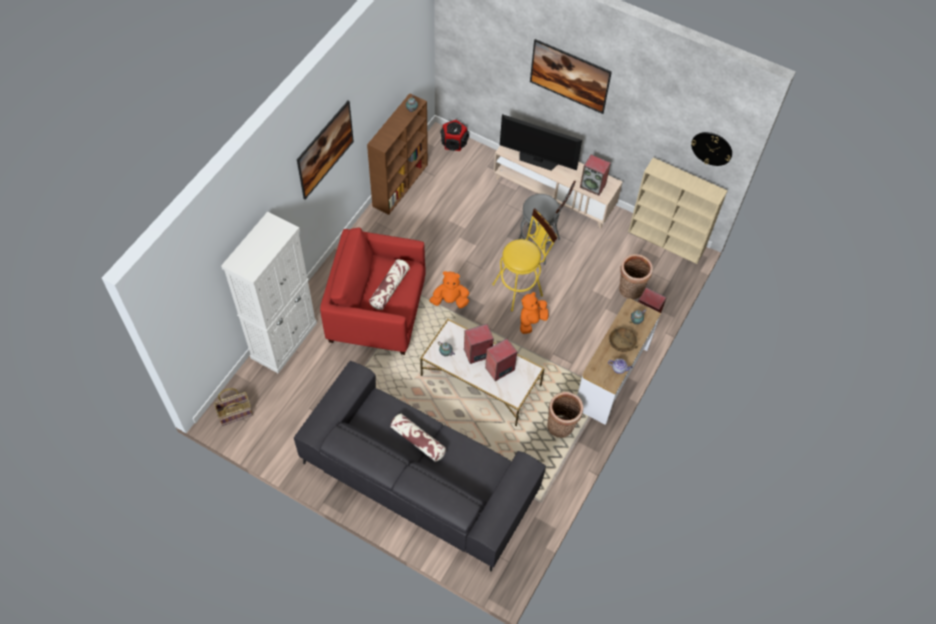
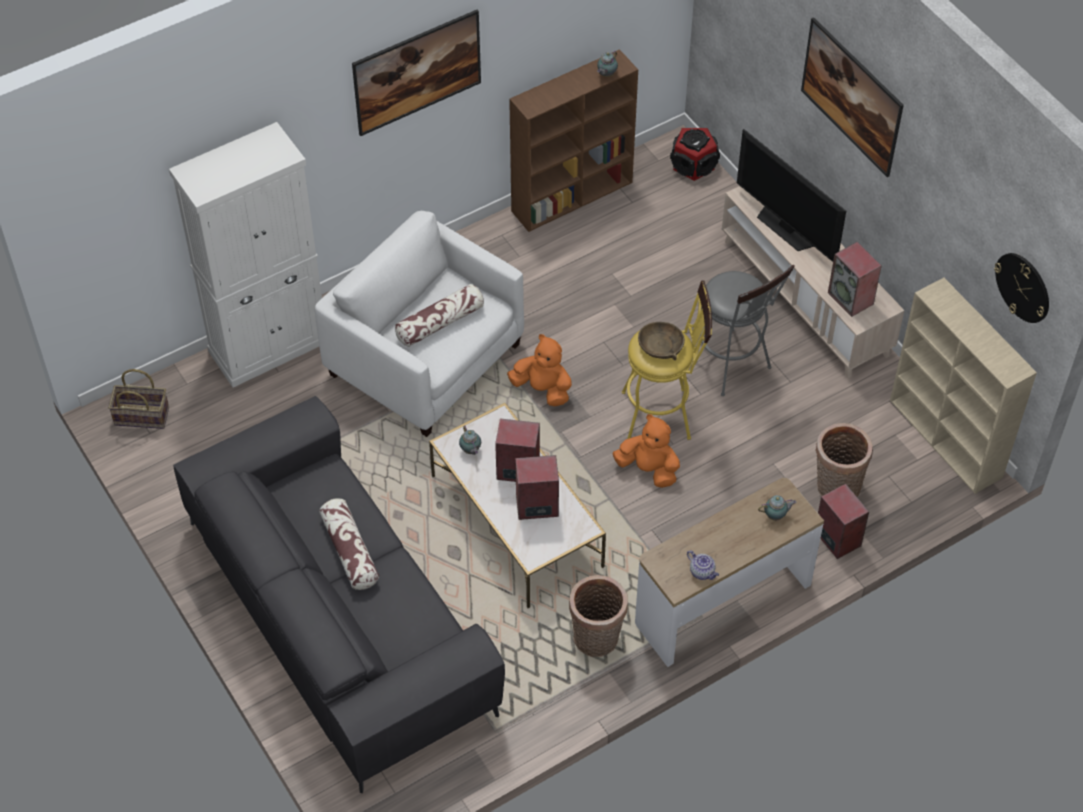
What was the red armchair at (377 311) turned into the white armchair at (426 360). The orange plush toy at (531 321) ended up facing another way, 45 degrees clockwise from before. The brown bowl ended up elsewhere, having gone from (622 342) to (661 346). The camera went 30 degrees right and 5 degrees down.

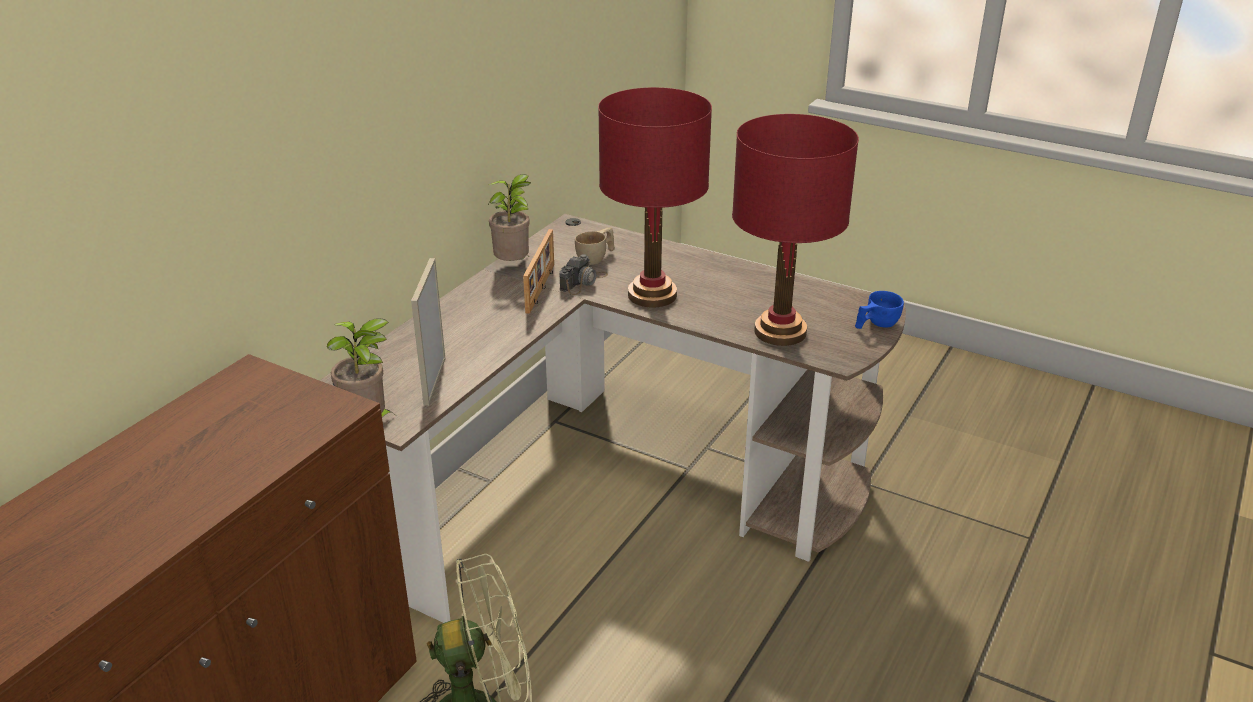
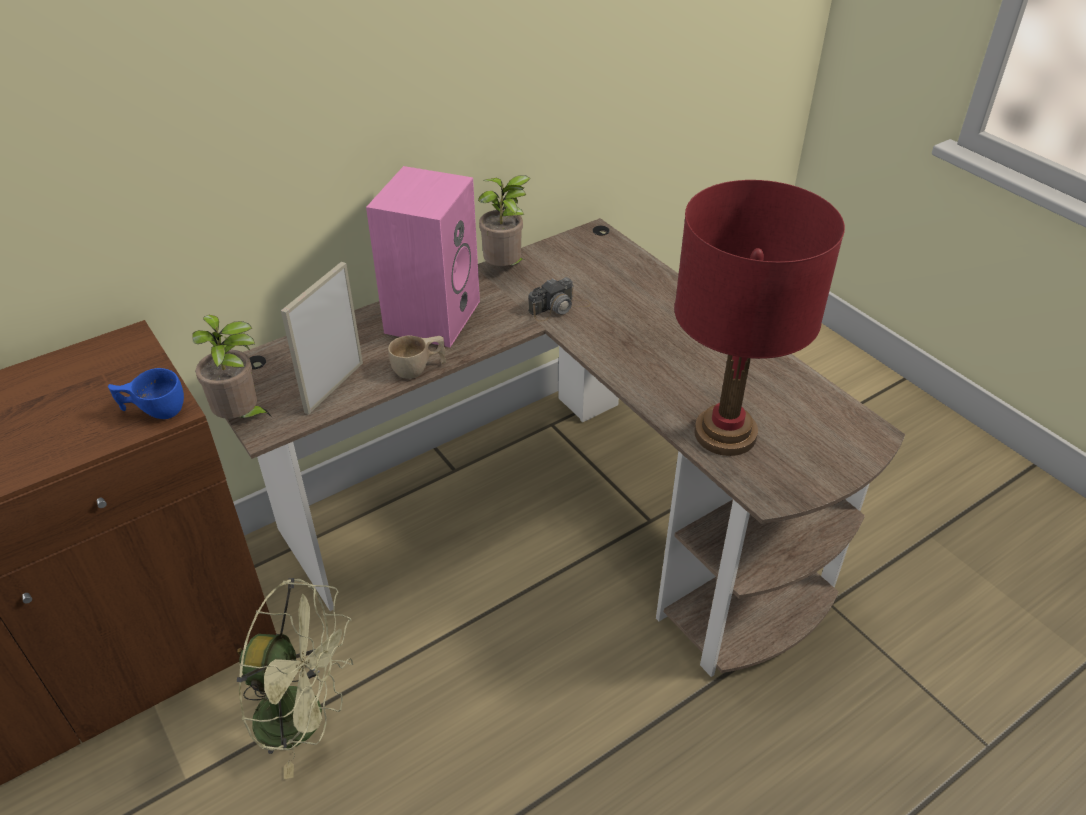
The blue cup ended up elsewhere, having gone from (876 324) to (154 410). The second view gained the pink speaker at (431 315). The beige cup ended up elsewhere, having gone from (596 258) to (419 369). The second view lost the picture frame at (541 288). The second view lost the red table lamp at (651 295). The camera went 25 degrees right and 10 degrees up.

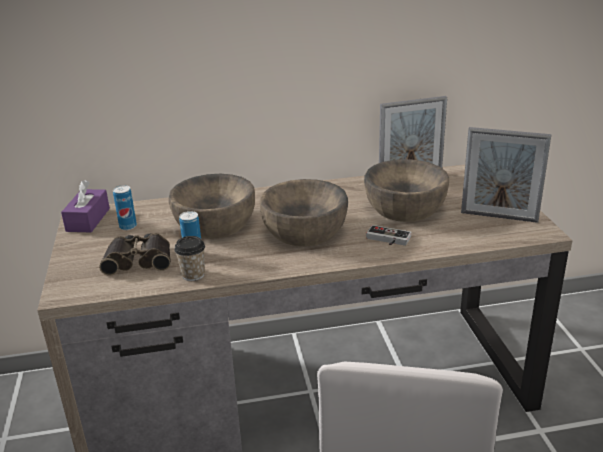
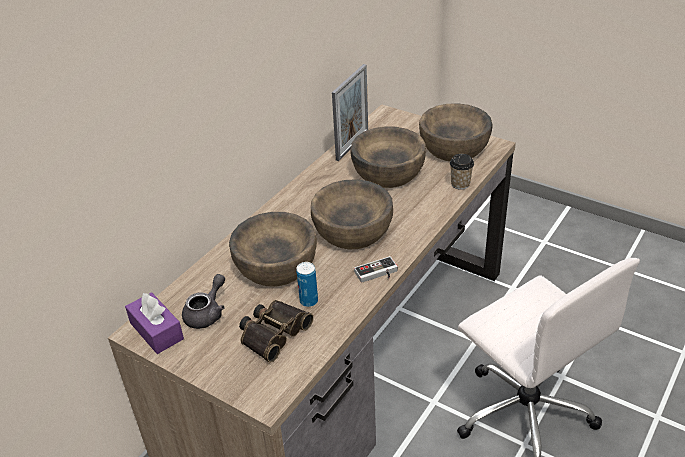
Where the can stood at (128 226), the grey teapot came to stand at (207 313). The game controller ended up elsewhere, having gone from (387 240) to (377 274). Where the picture frame stood at (499 216), the brown bowl came to stand at (454 147). The cup ended up elsewhere, having gone from (193 275) to (460 184). The camera went 45 degrees left and 10 degrees up.

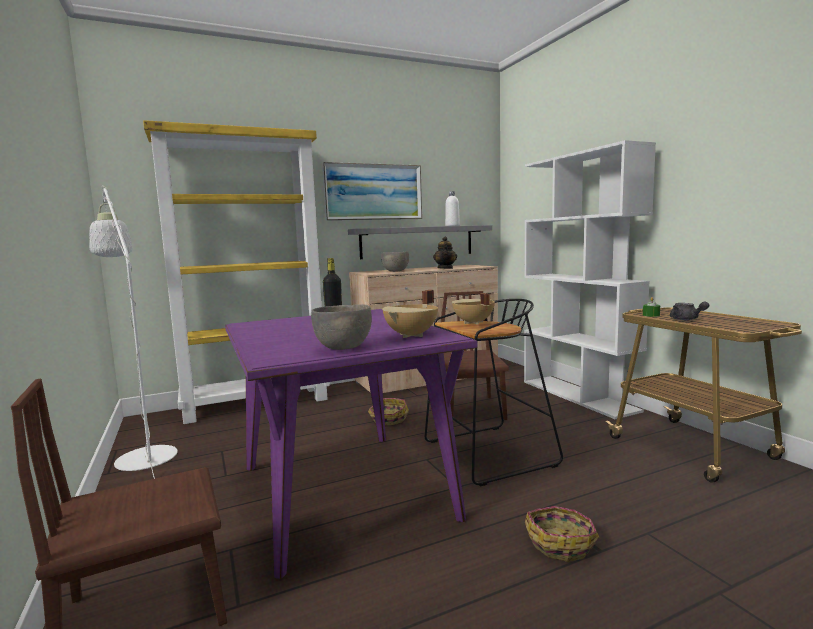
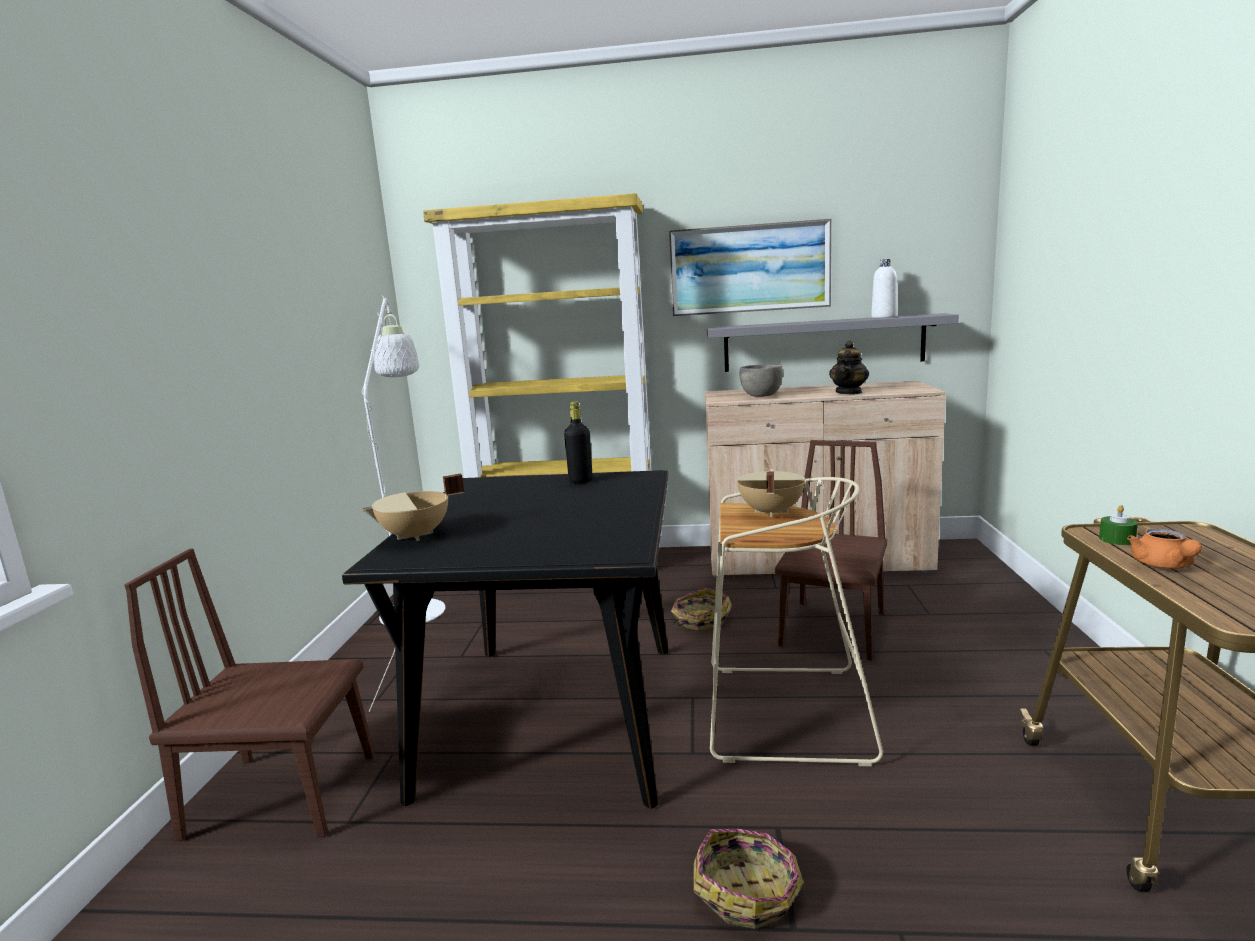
What was the purple dining table at (343 491) turned into the black dining table at (555 715). The beige cooking pot ended up elsewhere, having gone from (412 335) to (416 536). What was the black stool at (488 454) turned into the beige stool at (783 714). What was the grey teapot at (686 319) turned into the orange teapot at (1164 566). The second view lost the grey bowl at (343 348). The second view lost the white bookcase at (578 395). The camera went 30 degrees right and 5 degrees up.

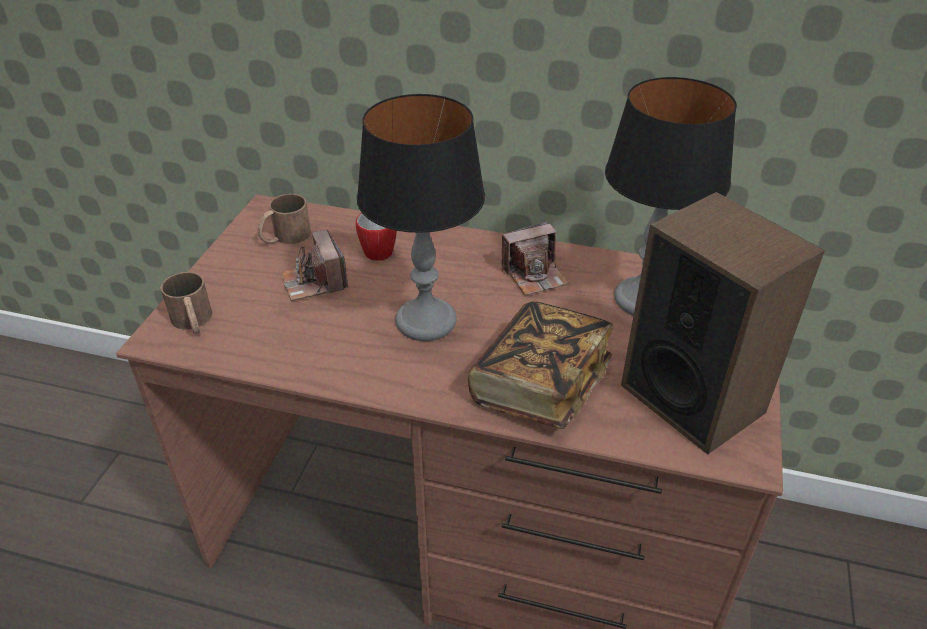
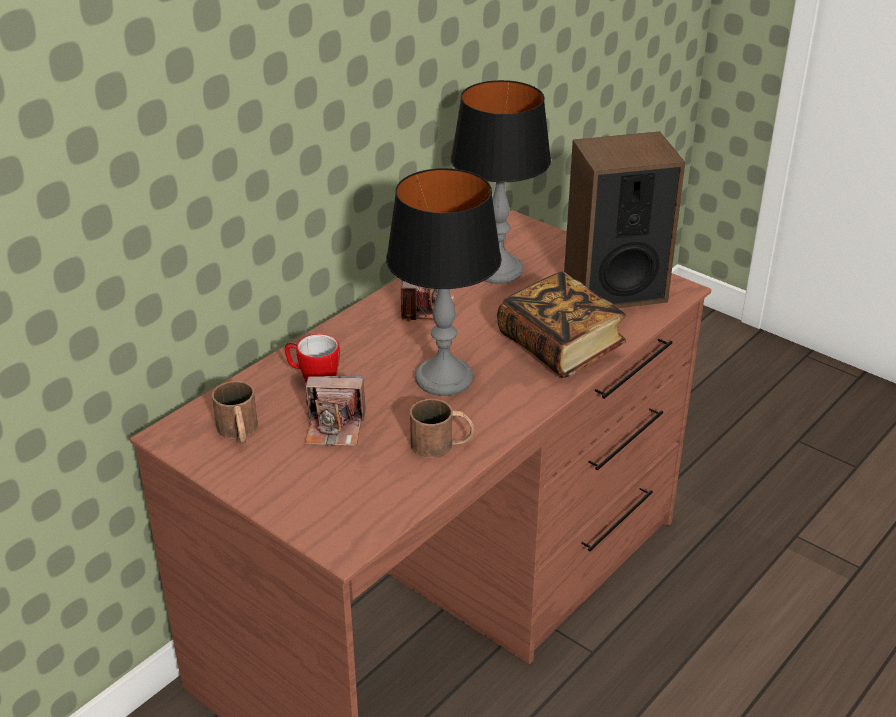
The brown mug ended up elsewhere, having gone from (193 322) to (442 444). The camera went 65 degrees left and 5 degrees down.

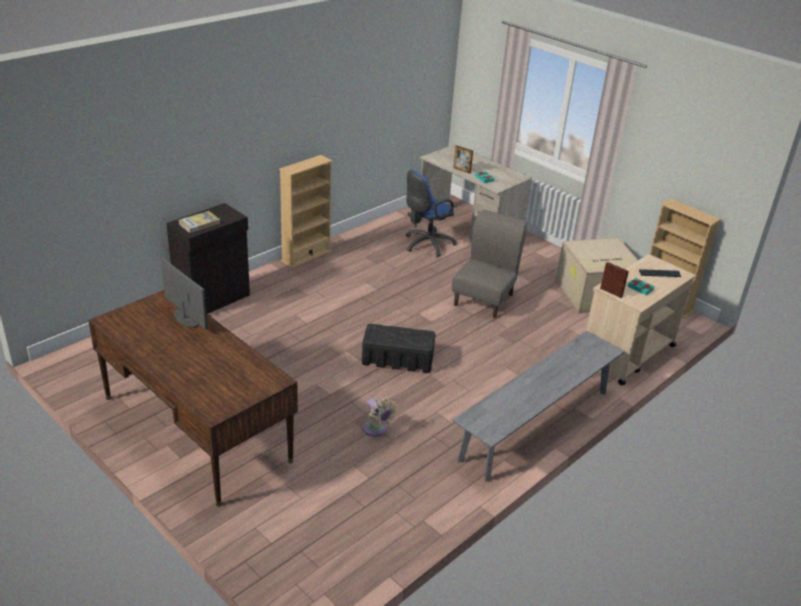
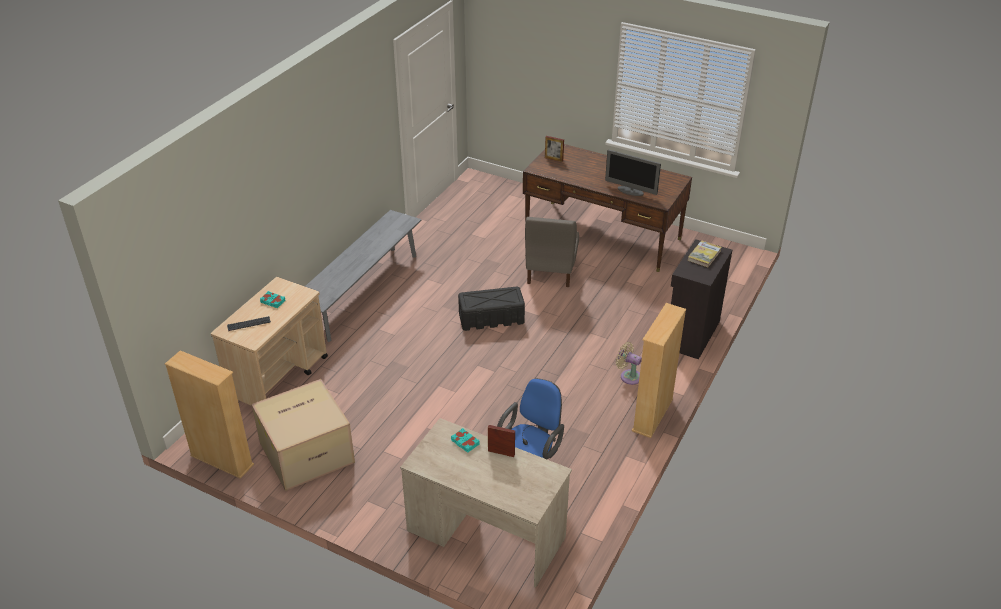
The grey chair ended up elsewhere, having gone from (484 299) to (550 271). The picture frame ended up elsewhere, having gone from (611 292) to (554 159). The beige fan ended up elsewhere, having gone from (376 430) to (628 376). The camera went 165 degrees right and 5 degrees up.

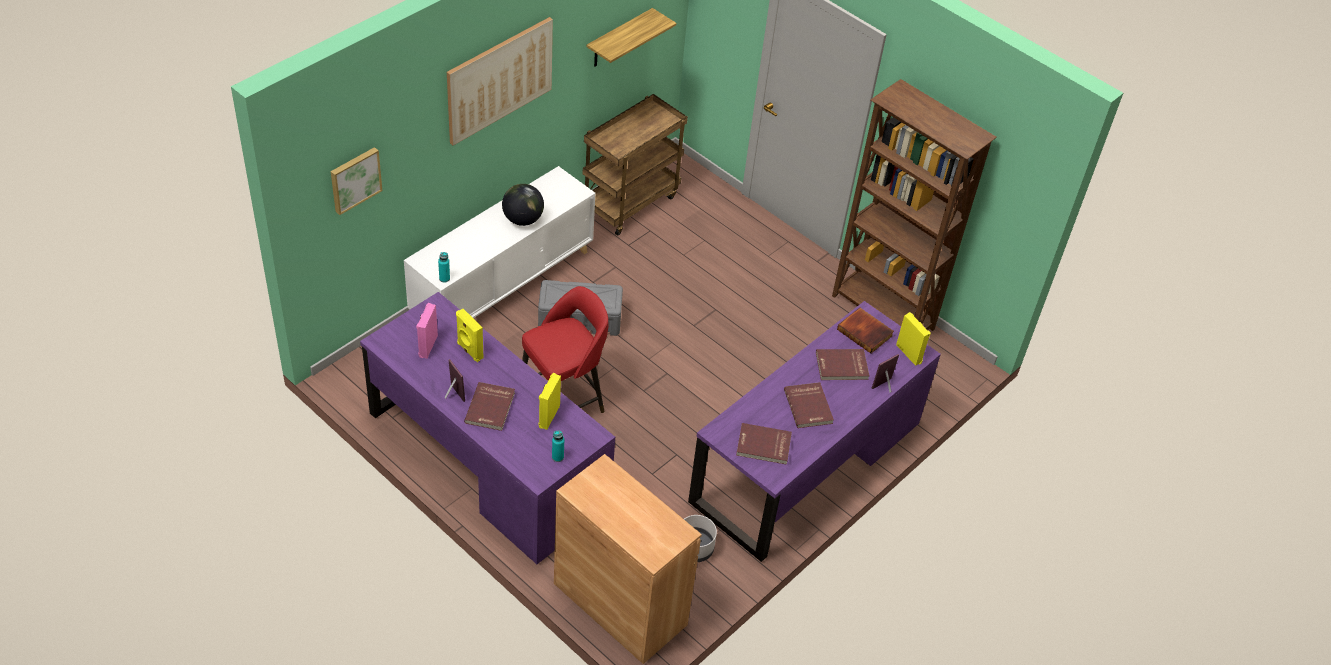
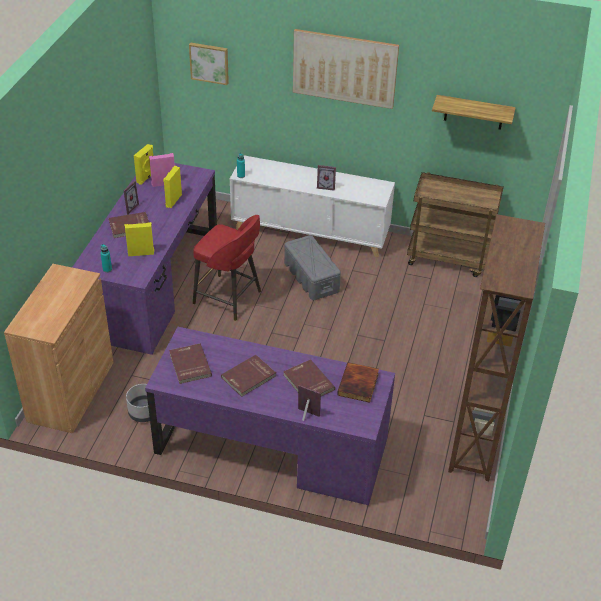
The yellow speaker ended up elsewhere, having gone from (909 353) to (146 178). Where the globe stood at (523 219), the picture frame came to stand at (326 186). The camera went 65 degrees right and 5 degrees down.

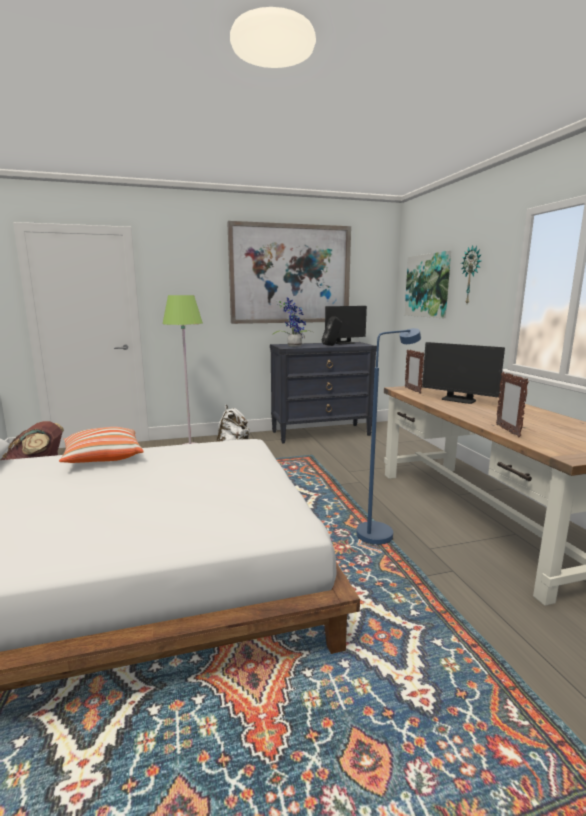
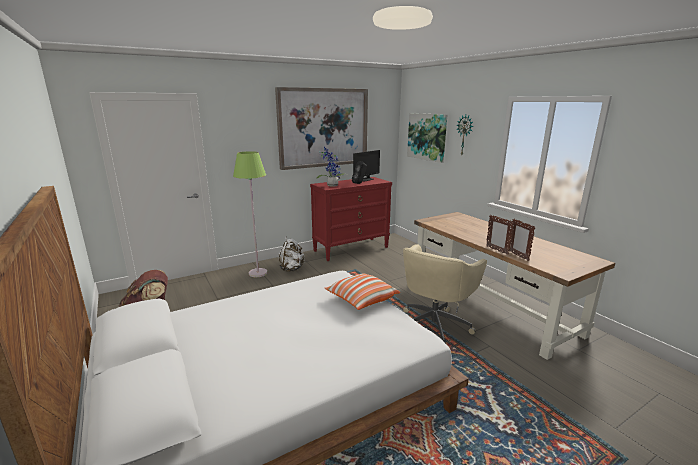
What was the black dresser at (321 433) turned into the red dresser at (351 249). The pillow ended up elsewhere, having gone from (102 458) to (361 299). Where the blue floor lamp stood at (380 532), the beige office chair came to stand at (434 325). The picture frame ended up elsewhere, having gone from (412 390) to (496 250). The second view lost the monitor at (458 400). The camera went 15 degrees left and 5 degrees up.

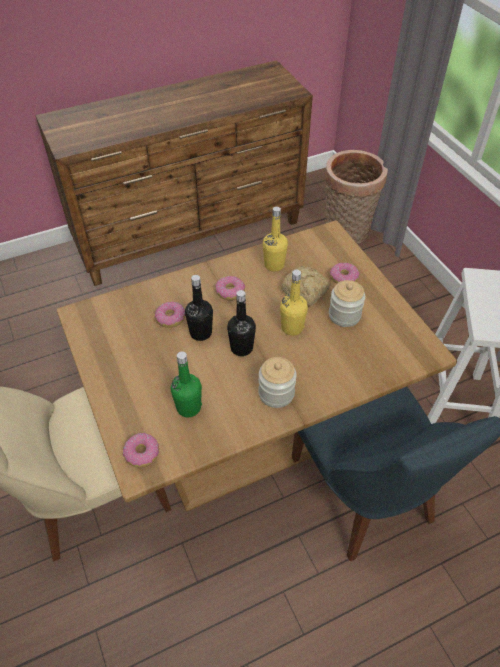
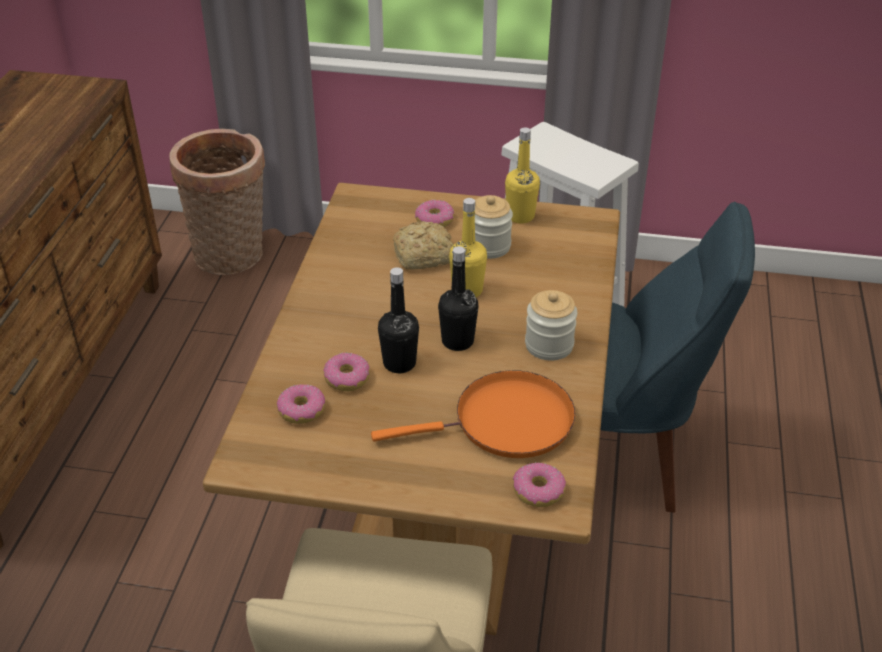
The donut ended up elsewhere, having gone from (230 292) to (301 410). Where the green bottle stood at (188 407), the orange frying pan came to stand at (505 422). The yellow bottle ended up elsewhere, having gone from (274 265) to (520 216). The camera went 55 degrees left and 10 degrees down.

